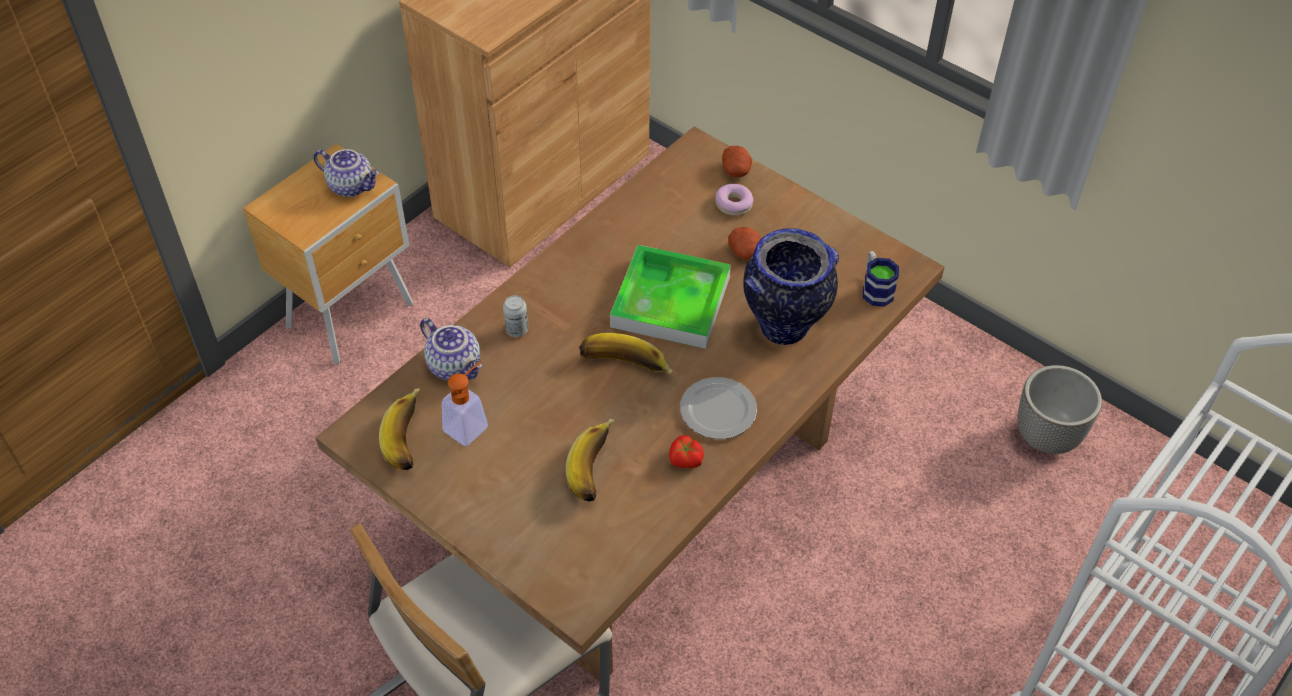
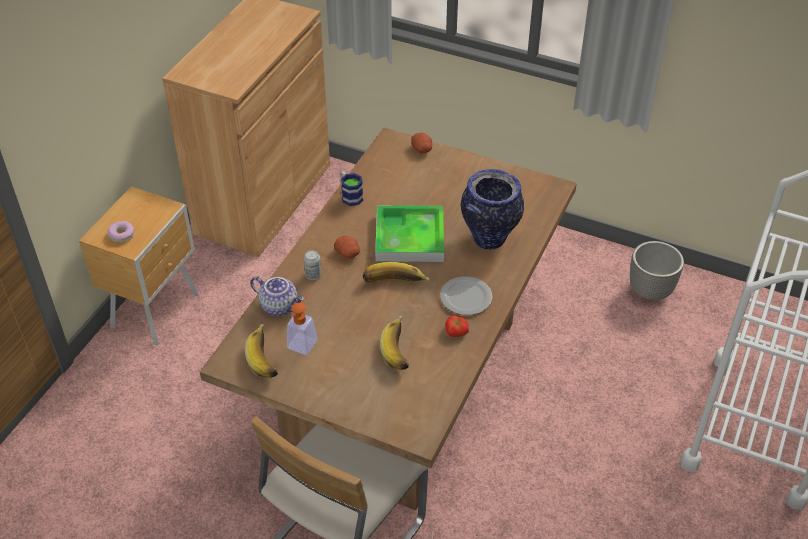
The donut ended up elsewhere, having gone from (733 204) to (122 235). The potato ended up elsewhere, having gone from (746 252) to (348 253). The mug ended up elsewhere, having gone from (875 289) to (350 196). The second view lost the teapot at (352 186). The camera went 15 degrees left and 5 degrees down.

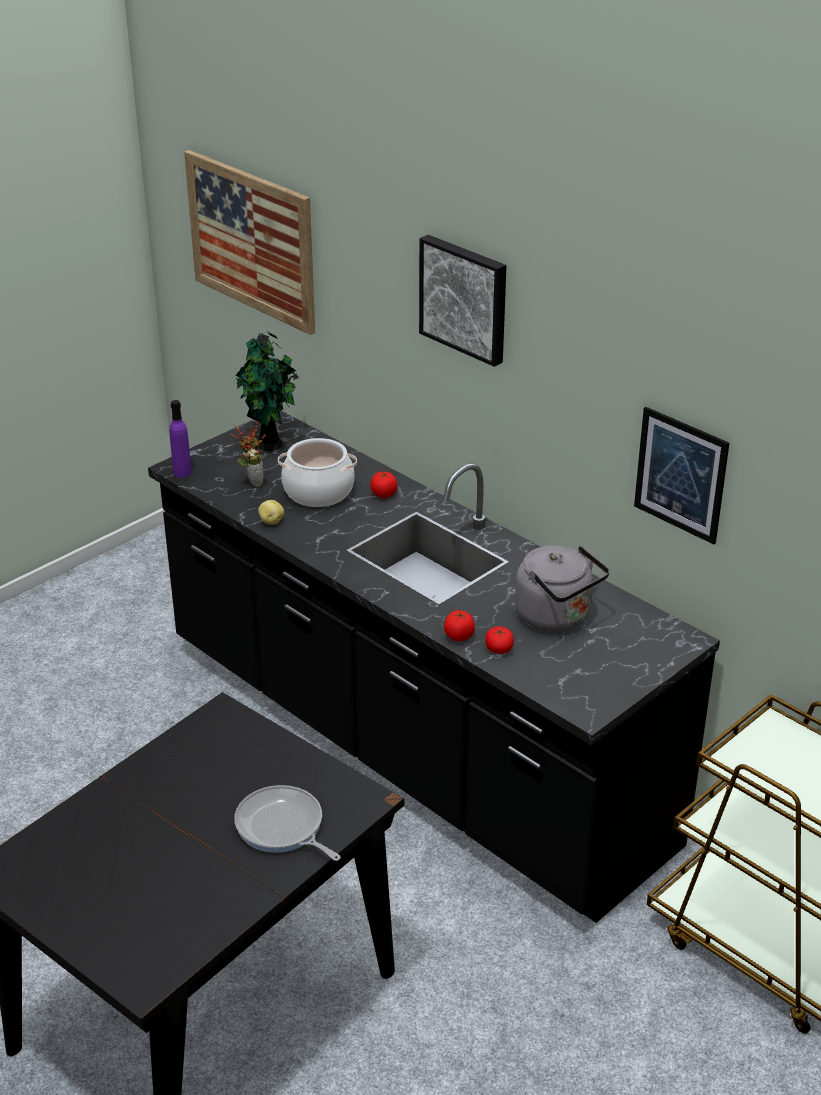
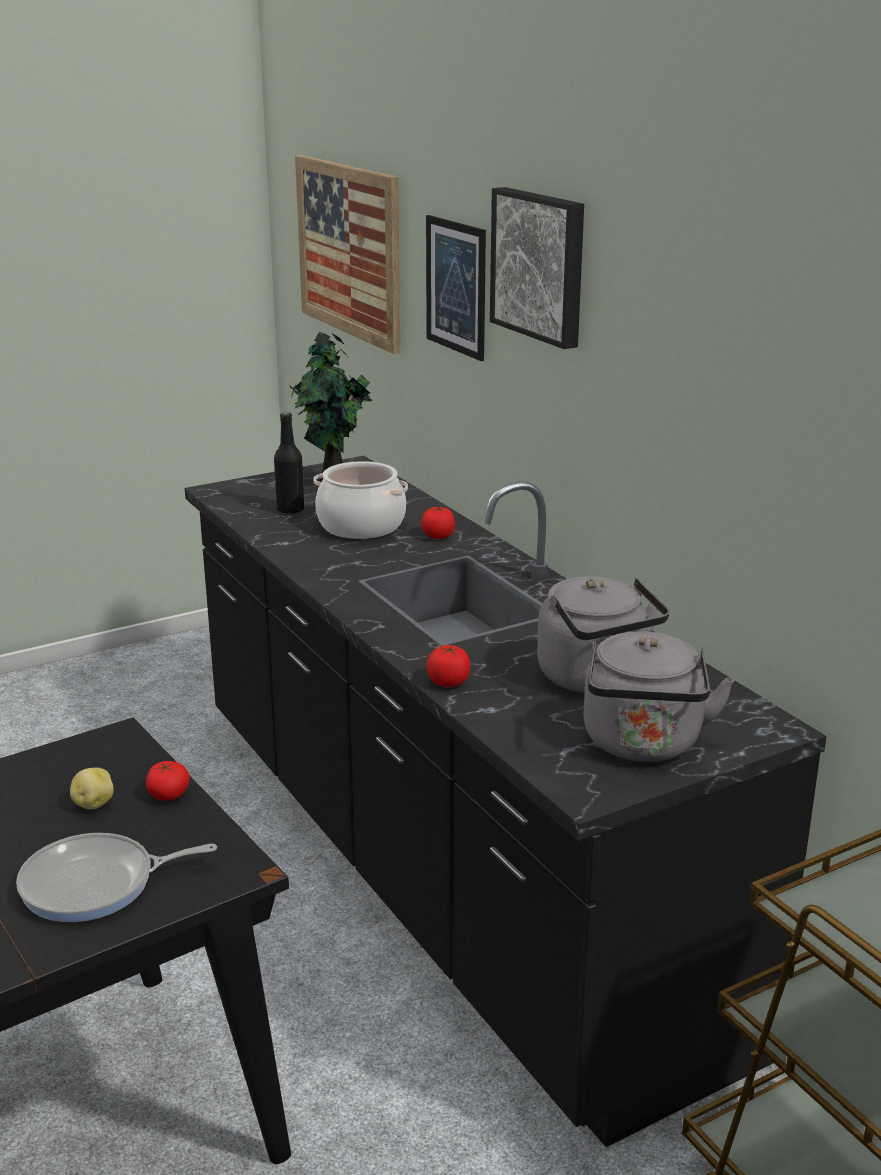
The frying pan at (282 828) ended up facing another way, 75 degrees counterclockwise from before. The potato ended up elsewhere, having gone from (271 521) to (93 804). The tomato ended up elsewhere, having gone from (499 649) to (168 794). Where the potted plant stood at (252 481), the black bottle came to stand at (290 510). The picture ended up elsewhere, having gone from (680 475) to (456 286). The second view gained the grey kettle at (643 745). The second view lost the purple bottle at (182 473). The camera went 15 degrees right and 10 degrees down.

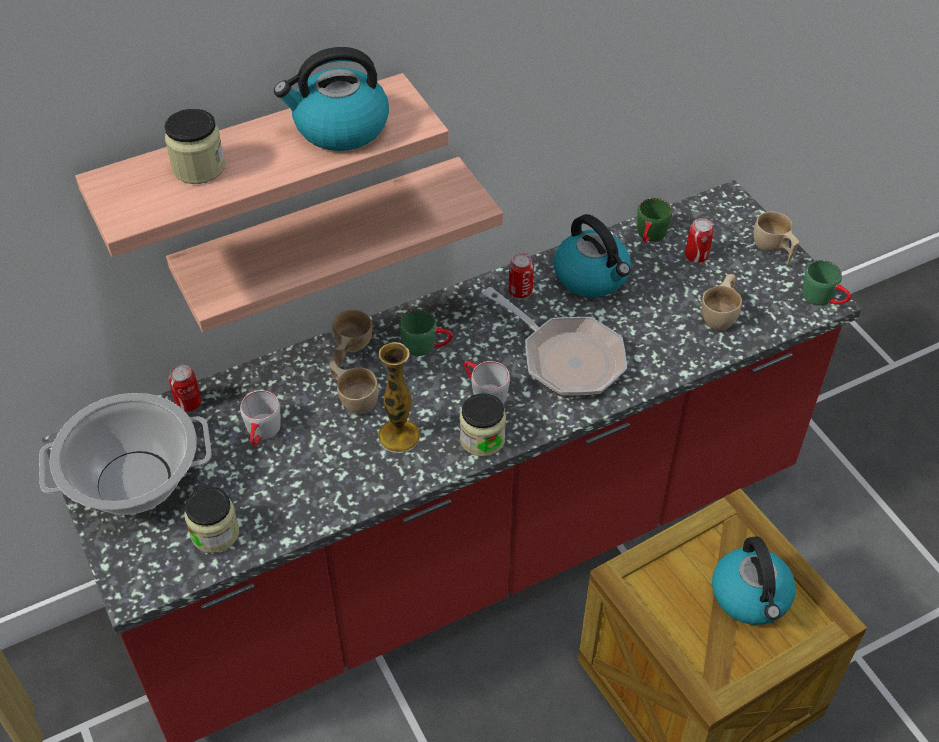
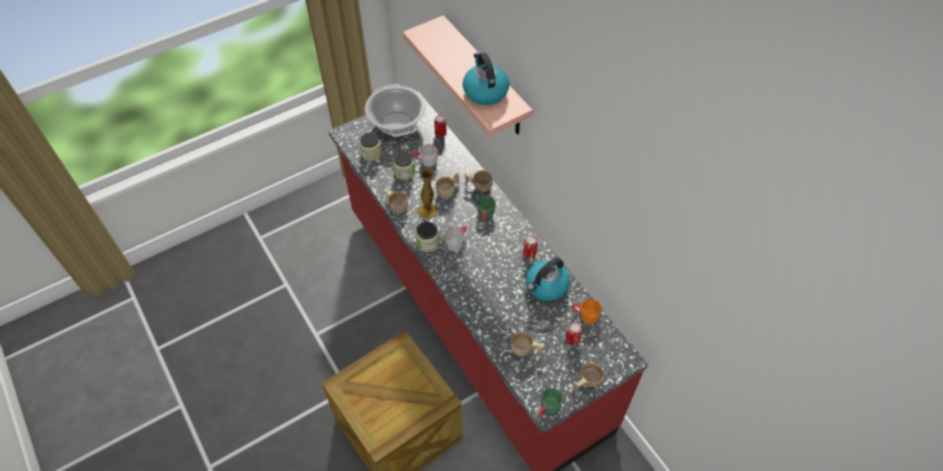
The second view gained the beige cup at (396 205). The jar ended up elsewhere, having gone from (199 167) to (404 172). What was the green mug at (649 236) turned into the orange mug at (584 315). The second view lost the shelf at (322 239). The second view lost the frying pan at (566 358). The second view lost the kettle at (751 596). The camera went 85 degrees right and 5 degrees up.

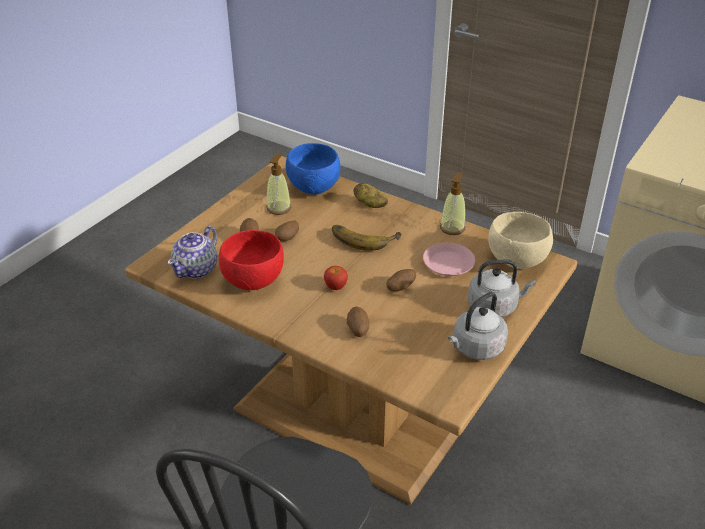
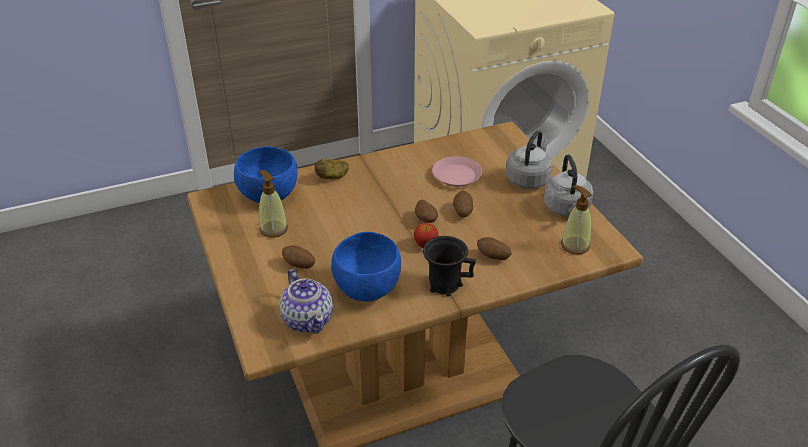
What was the red bowl at (253 281) turned into the blue bowl at (366 290). The potato ended up elsewhere, having gone from (287 239) to (426 220). The second view gained the black mug at (444 284). The soap dispenser ended up elsewhere, having gone from (452 228) to (574 245). The second view lost the banana at (364 237). The second view lost the beige bowl at (517 261). The camera went 55 degrees left and 0 degrees up.

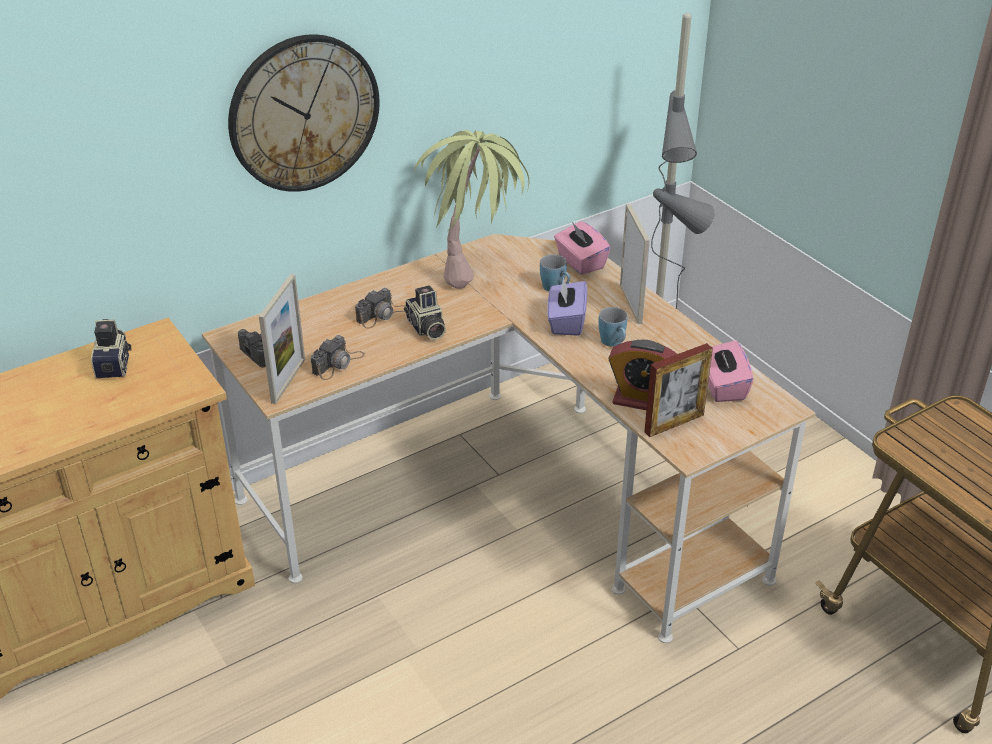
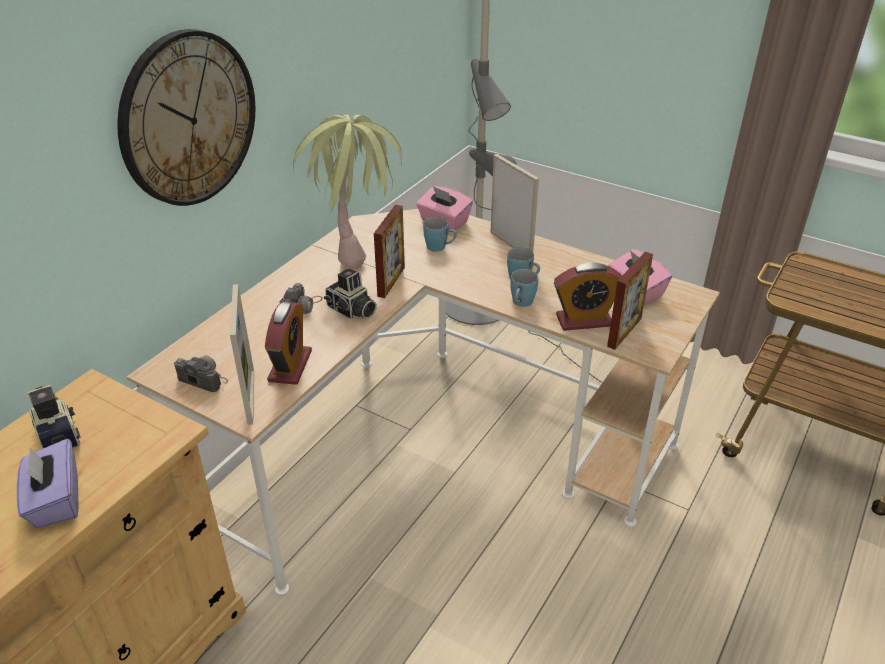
The purple tissue box ended up elsewhere, having gone from (566 322) to (55 501). Where the photo camera stood at (338 363), the alarm clock came to stand at (290 366). The second view gained the picture frame at (391 281). The second view gained the blue mug at (521 304). The camera went 25 degrees left and 0 degrees up.

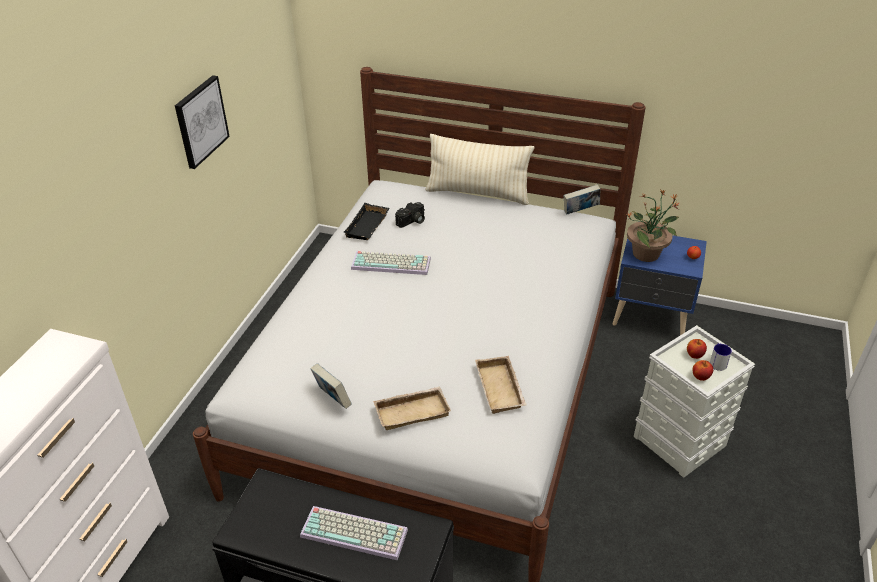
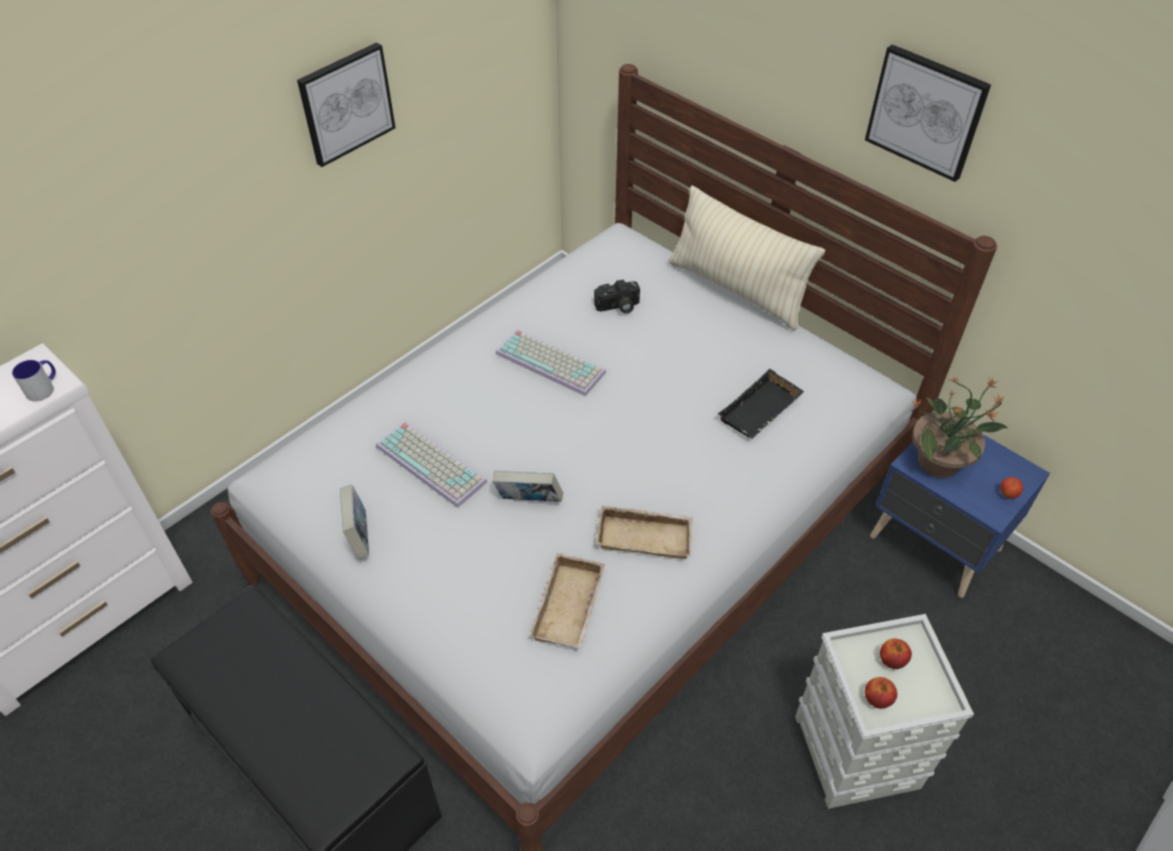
The mug ended up elsewhere, having gone from (717 362) to (44 388). The keyboard ended up elsewhere, having gone from (356 532) to (433 463). The book ended up elsewhere, having gone from (580 212) to (529 502). The beige tray ended up elsewhere, having gone from (412 411) to (645 535). The black tray ended up elsewhere, having gone from (368 226) to (760 412). The second view gained the picture at (926 112). The camera went 25 degrees right and 10 degrees up.

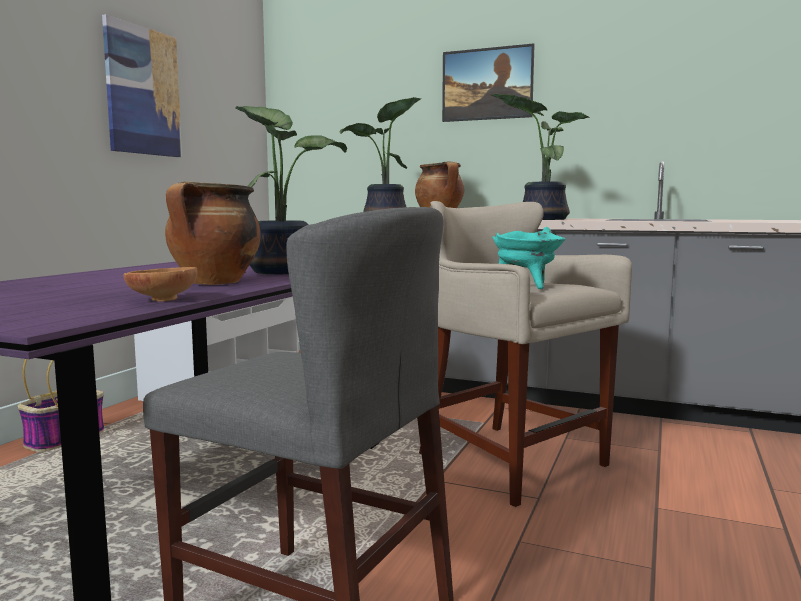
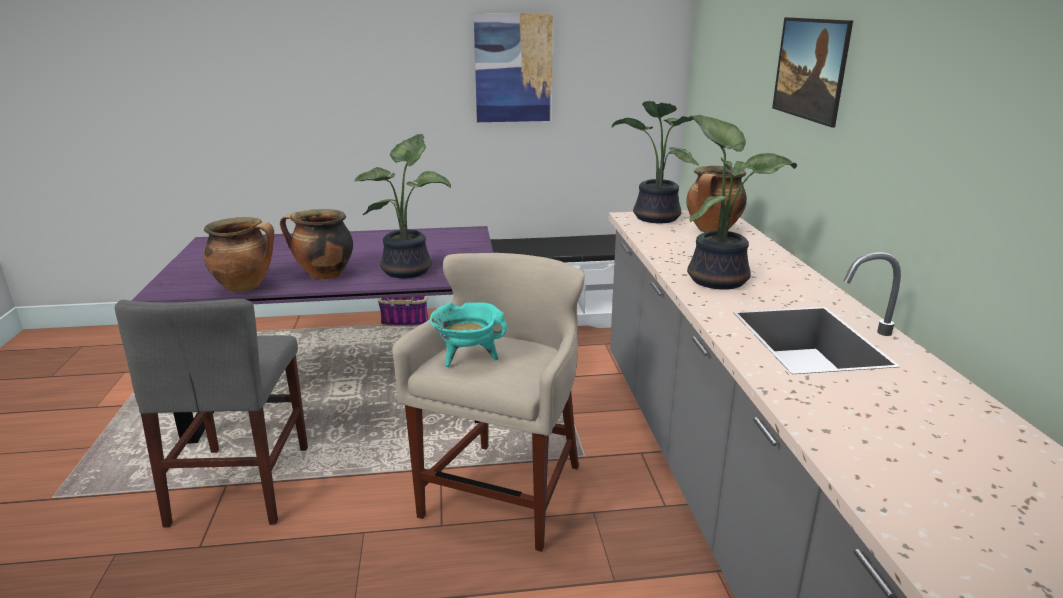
Where the brown bowl stood at (162 299), the cooking pot came to stand at (246 286). The camera went 60 degrees right and 15 degrees up.

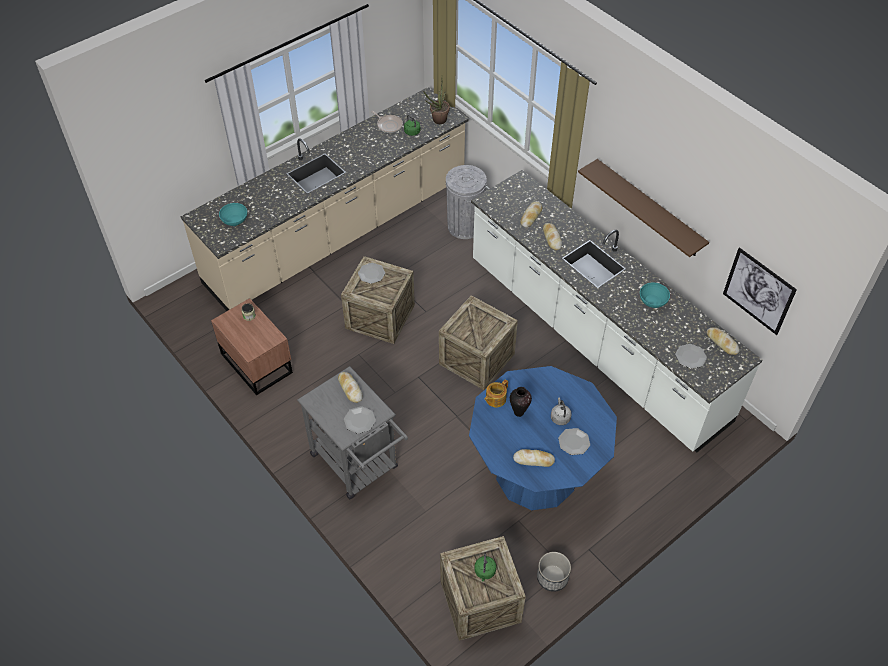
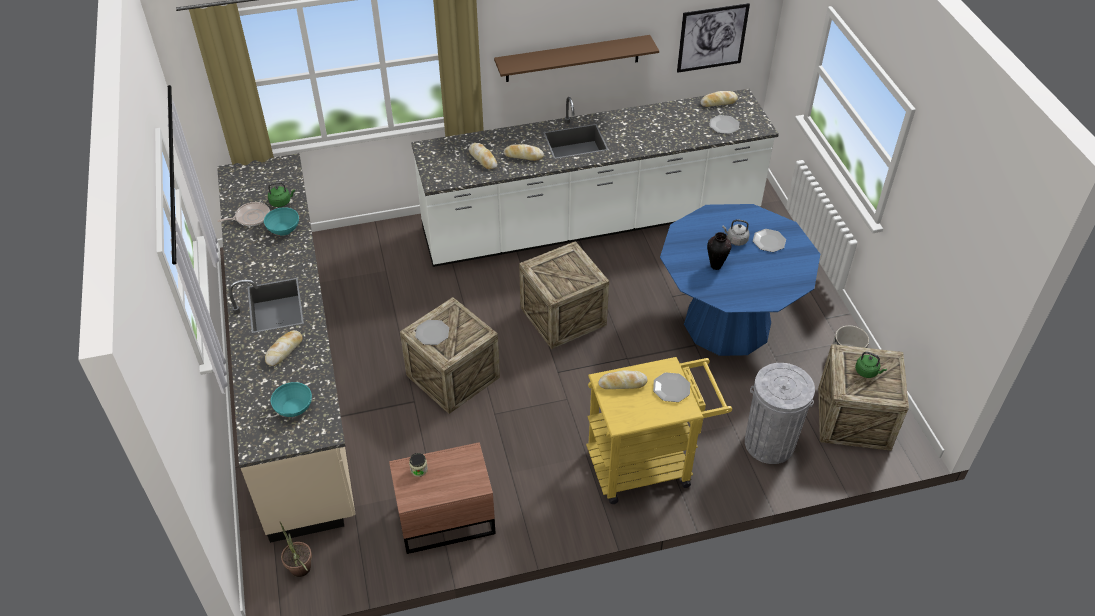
The turquoise bowl ended up elsewhere, having gone from (652 301) to (283 229). The bread ended up elsewhere, having gone from (533 460) to (284 350). The potted plant ended up elsewhere, having gone from (437 121) to (301 572). What was the grey cart at (359 465) turned into the yellow cart at (648 464). The grey trash can ended up elsewhere, having gone from (465 226) to (769 443). The second view lost the teapot at (495 399). The camera went 65 degrees left and 5 degrees down.

